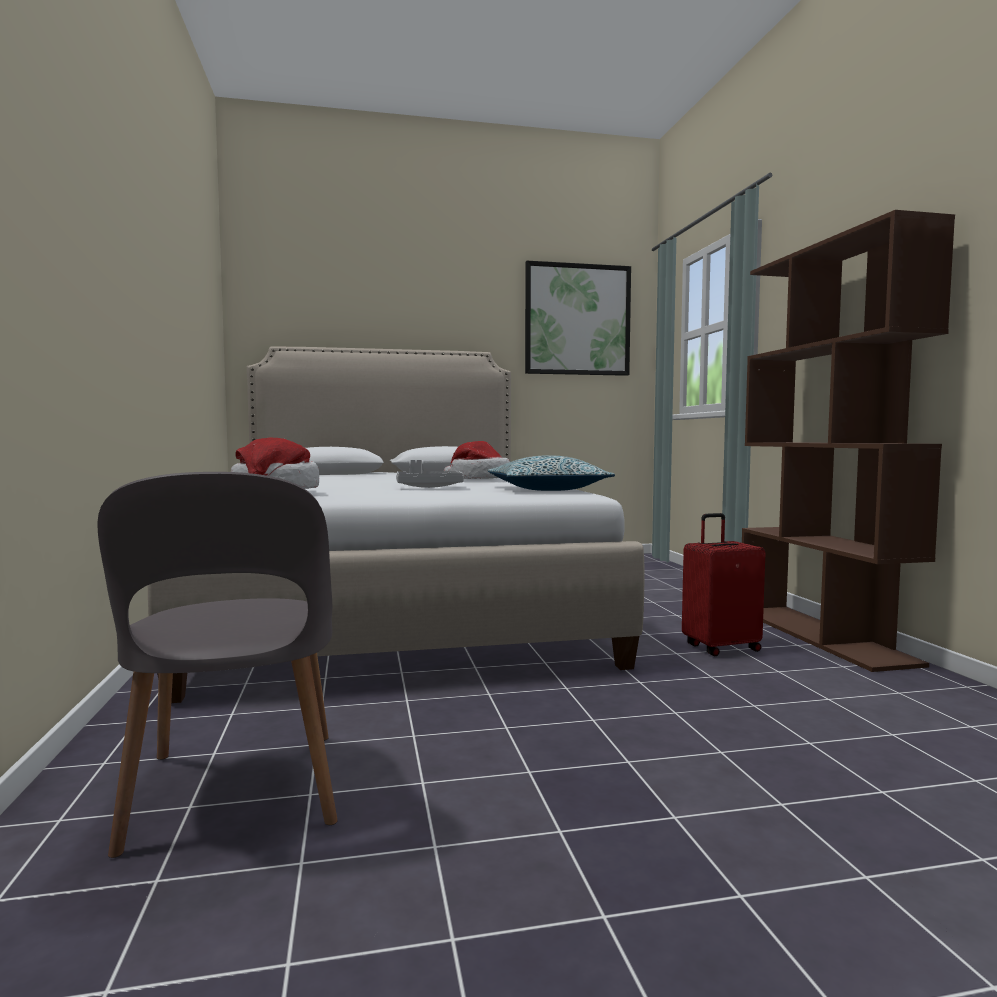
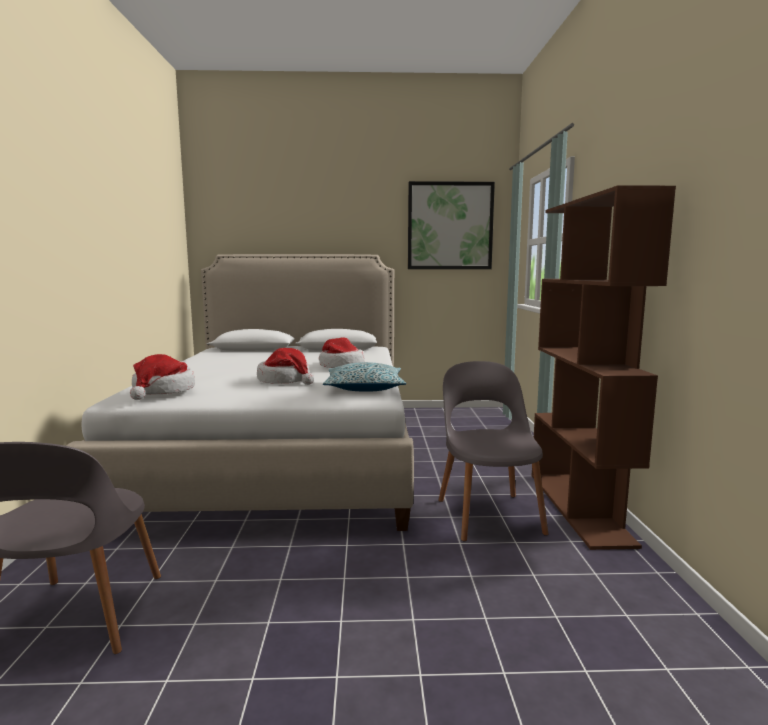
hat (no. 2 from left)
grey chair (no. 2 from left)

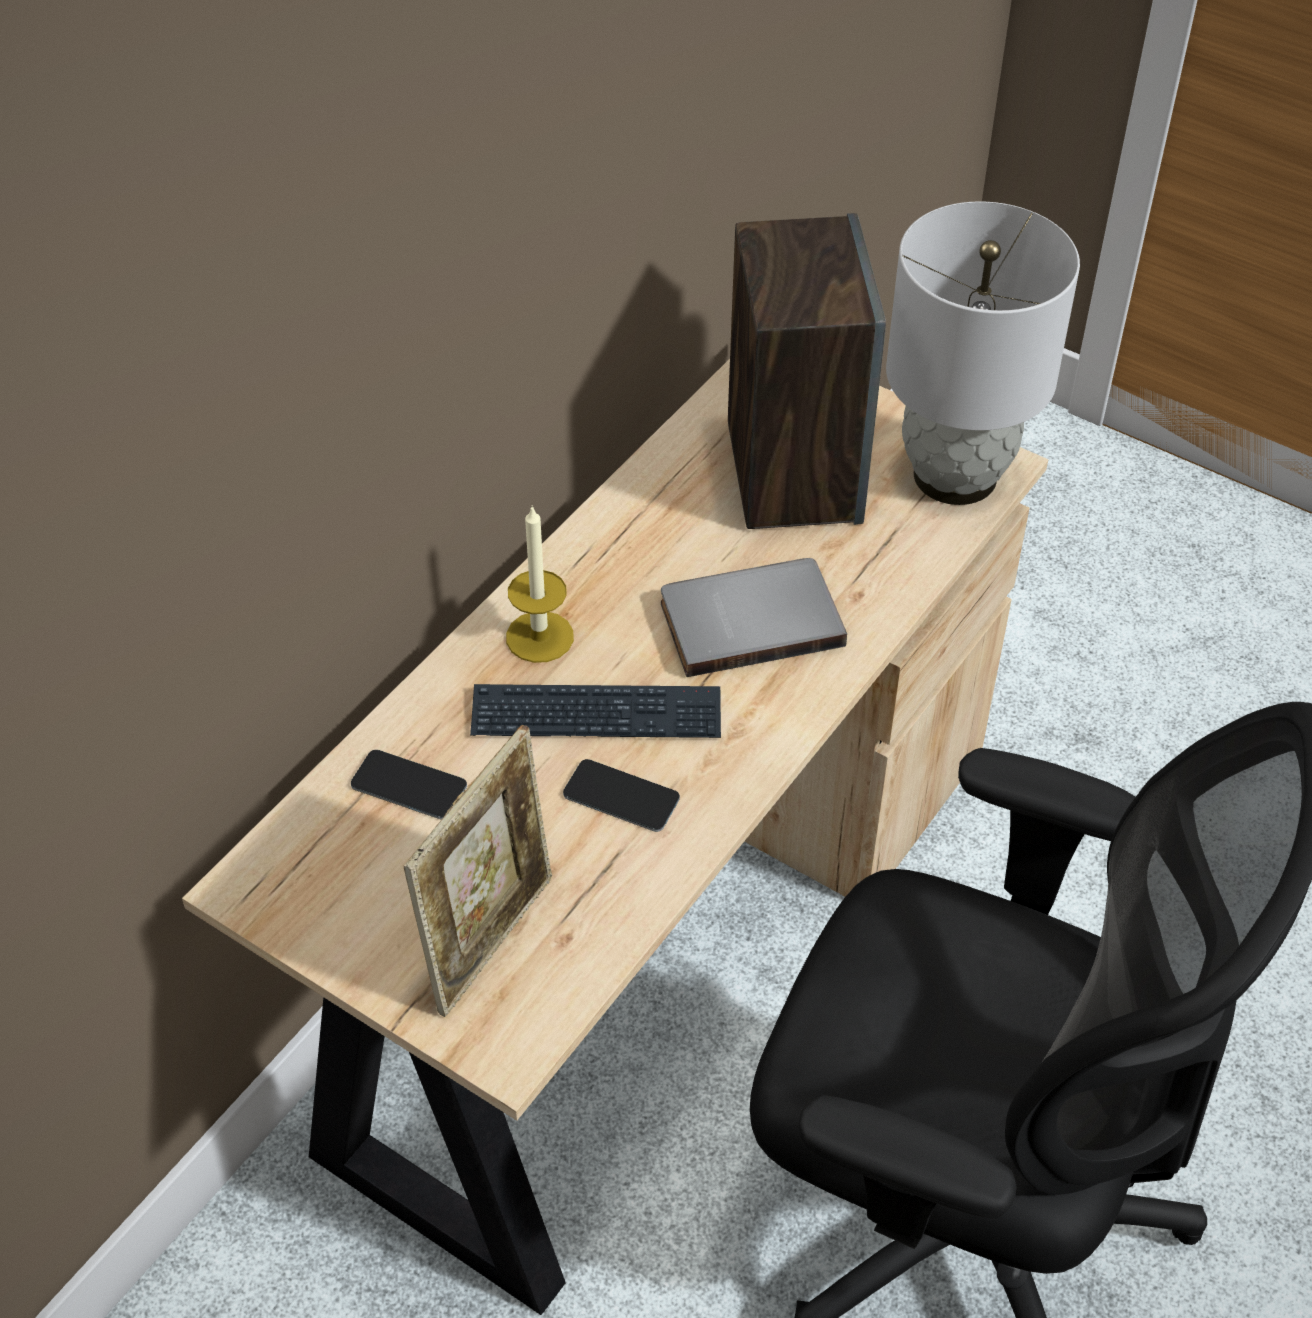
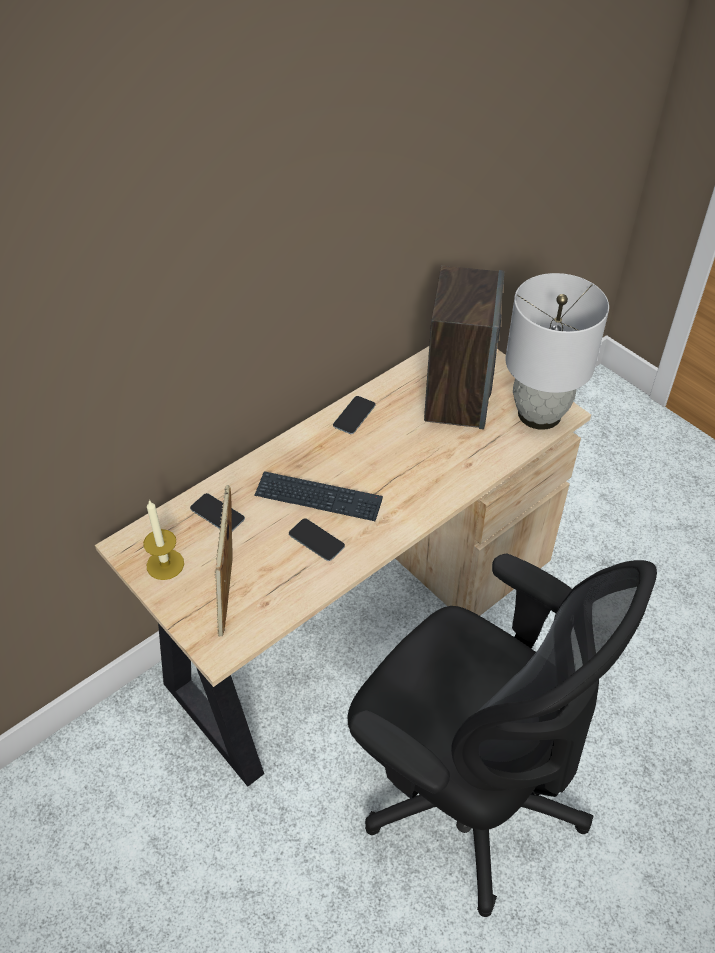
candle
picture frame
phone (no. 3 from left)
grey book

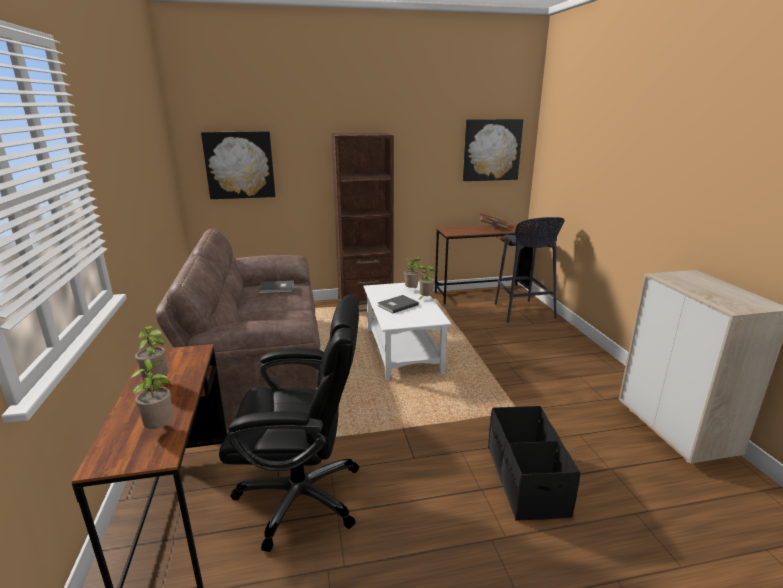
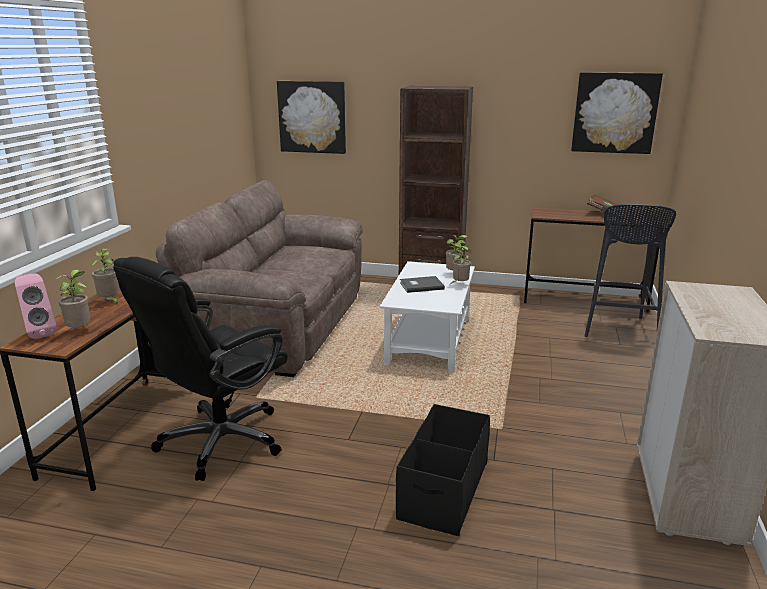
pink speaker
black office chair
grey book (no. 1 from left in the first image)

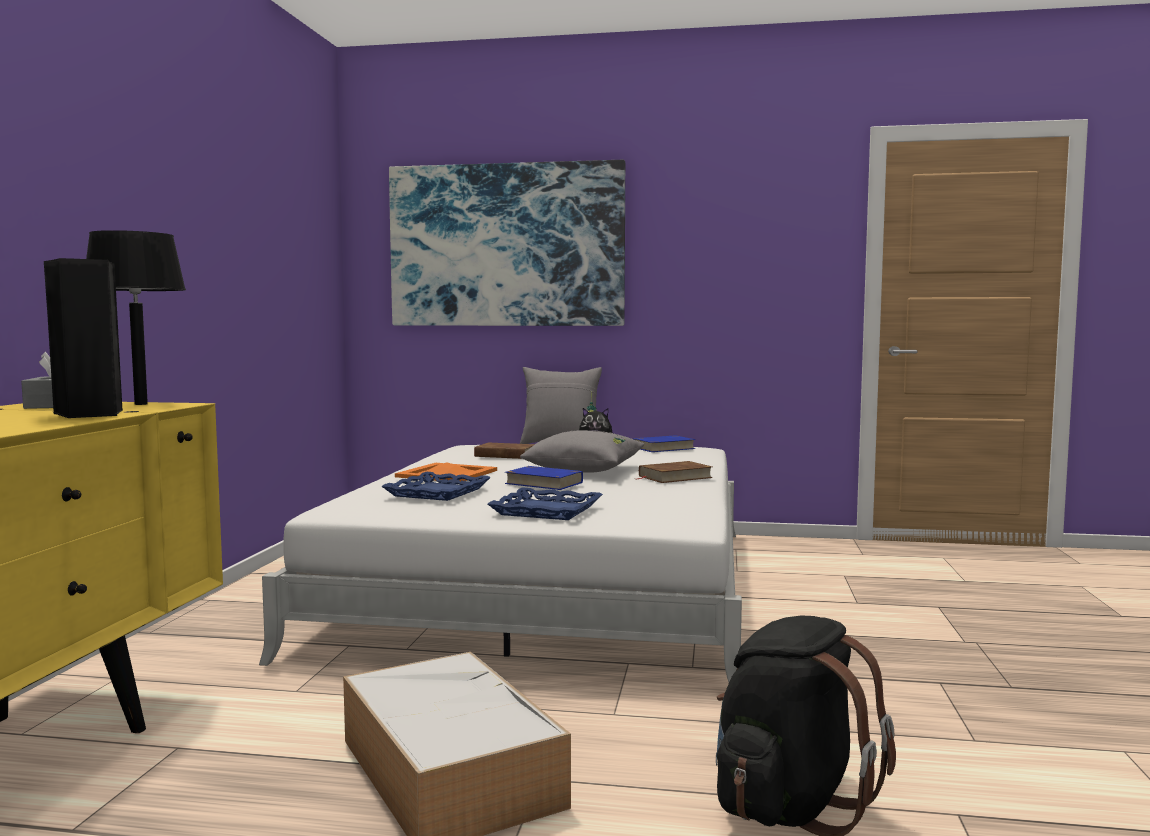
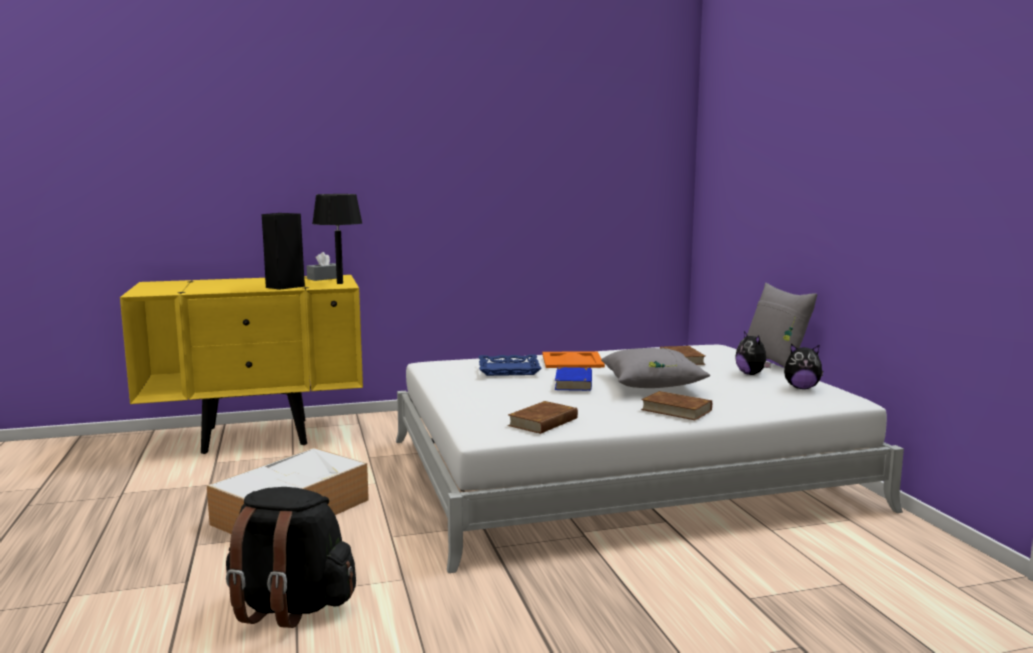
brown book (no. 1 from left)
plush toy (no. 2 from left)
picture
blue tray (no. 2 from left in the first image)

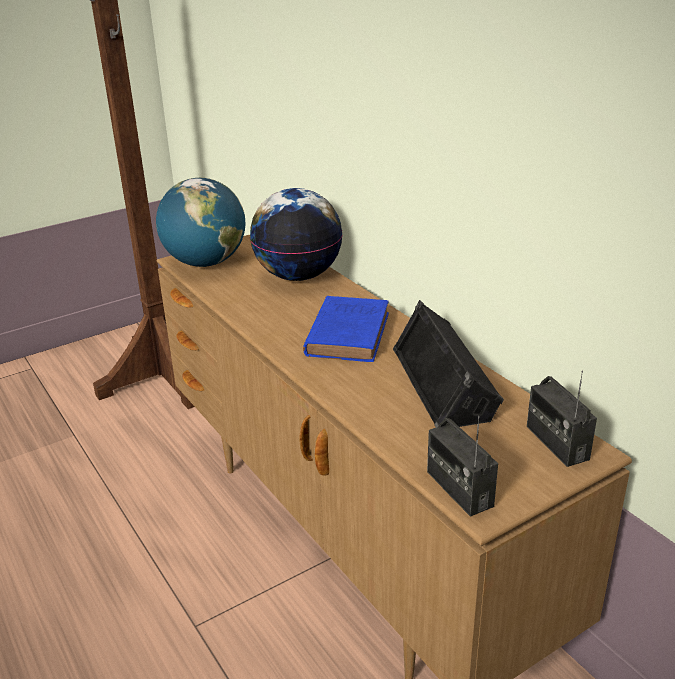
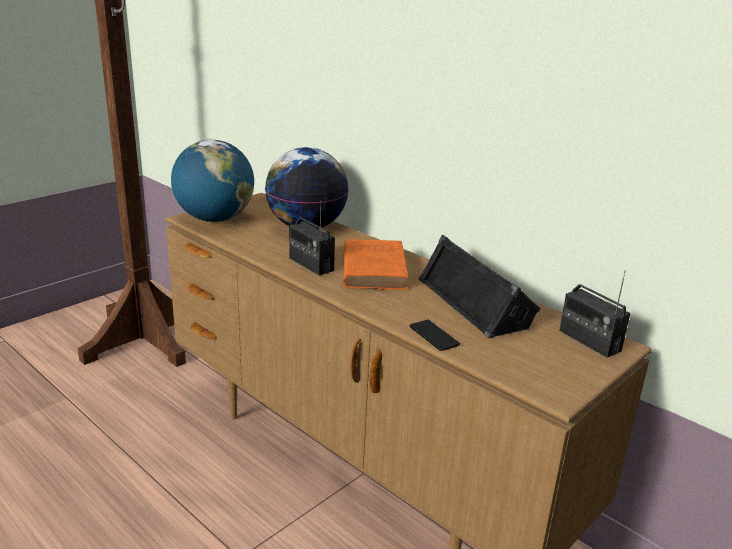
radio (no. 1 from left)
orange book
phone

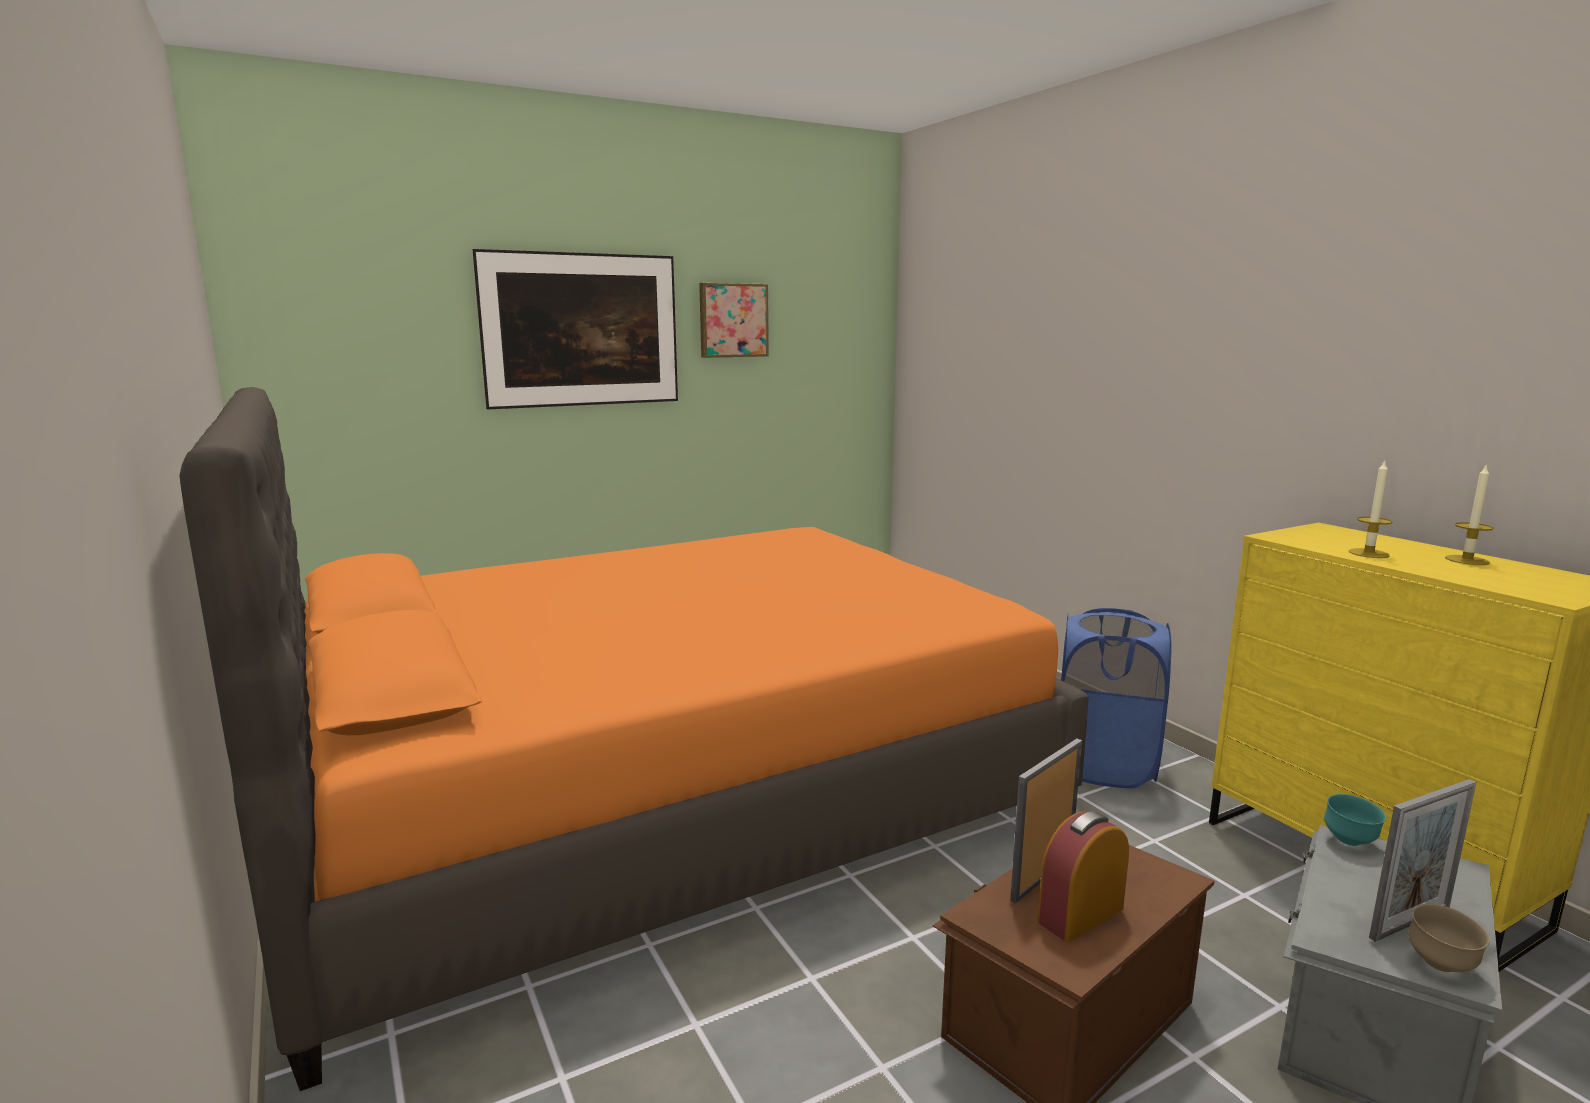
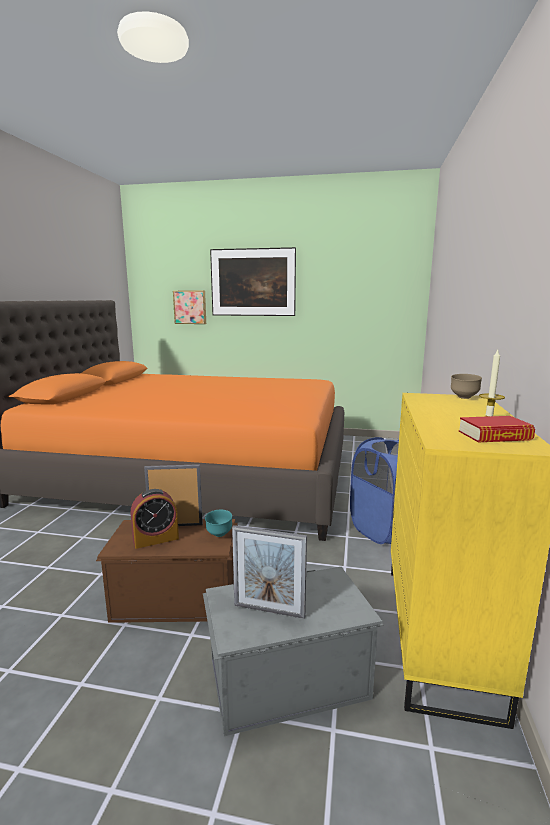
alarm clock
picture (no. 1 from left)
turquoise bowl
brown bowl
book
candle (no. 1 from left in the first image)

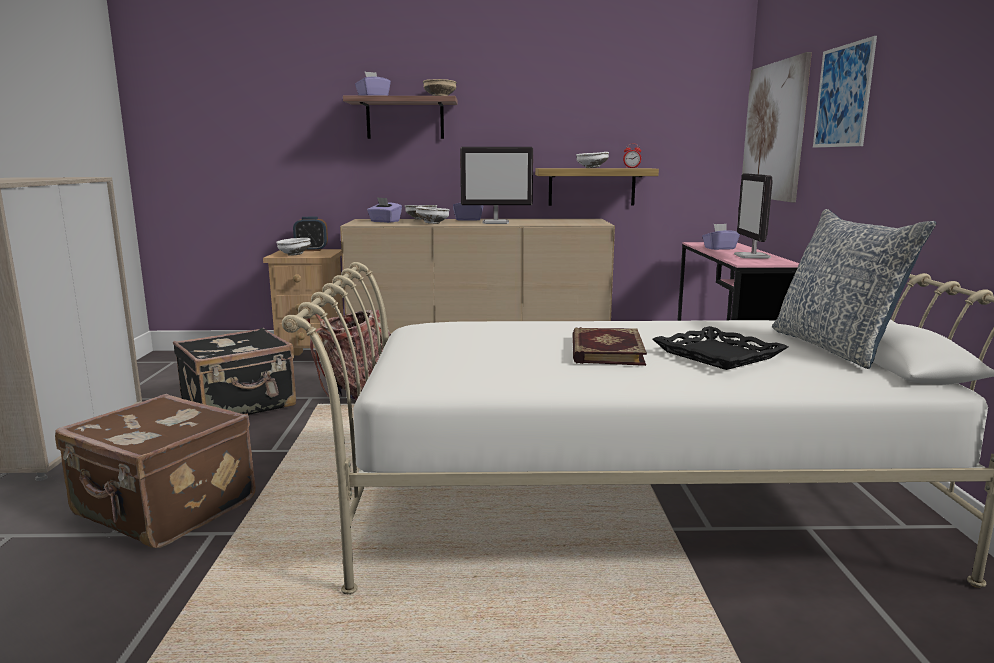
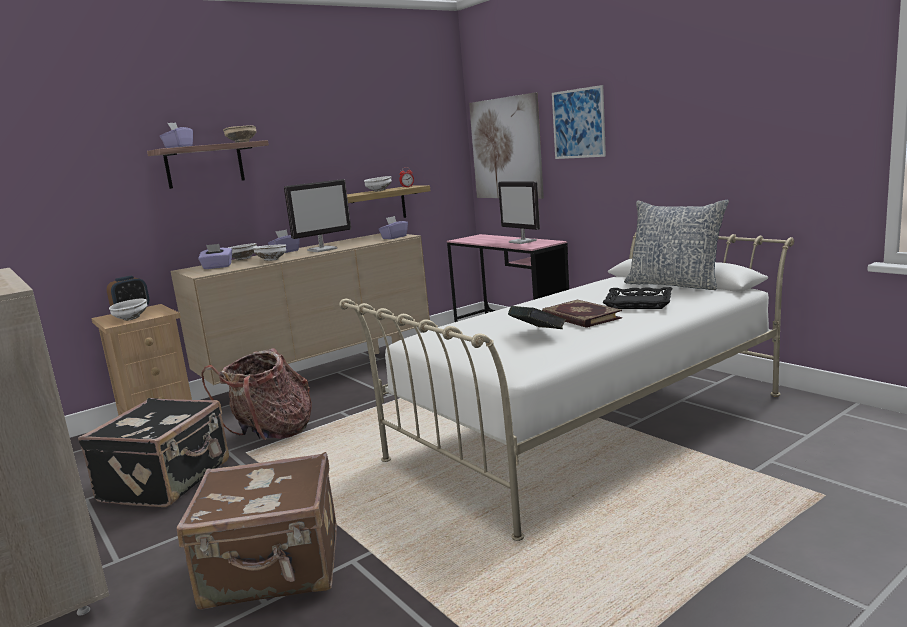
purple tissue box (no. 4 from left)
book (no. 1 from left)

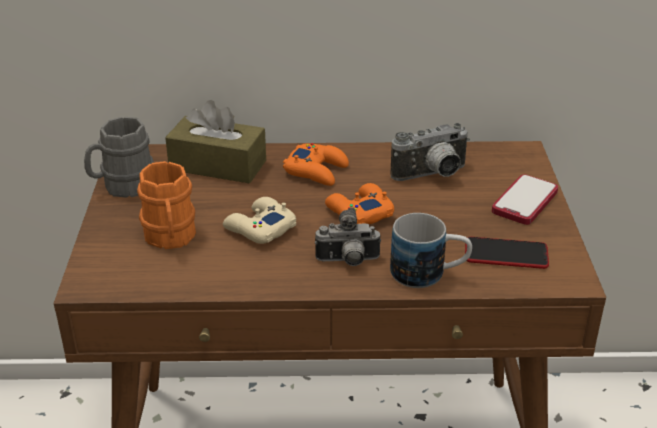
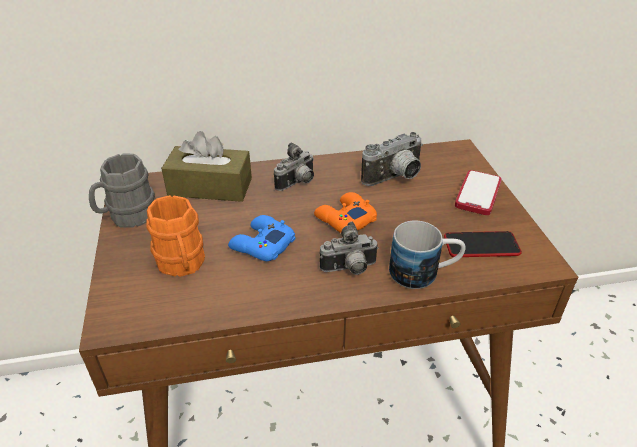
blue game controller
photo camera (no. 1 from left)

